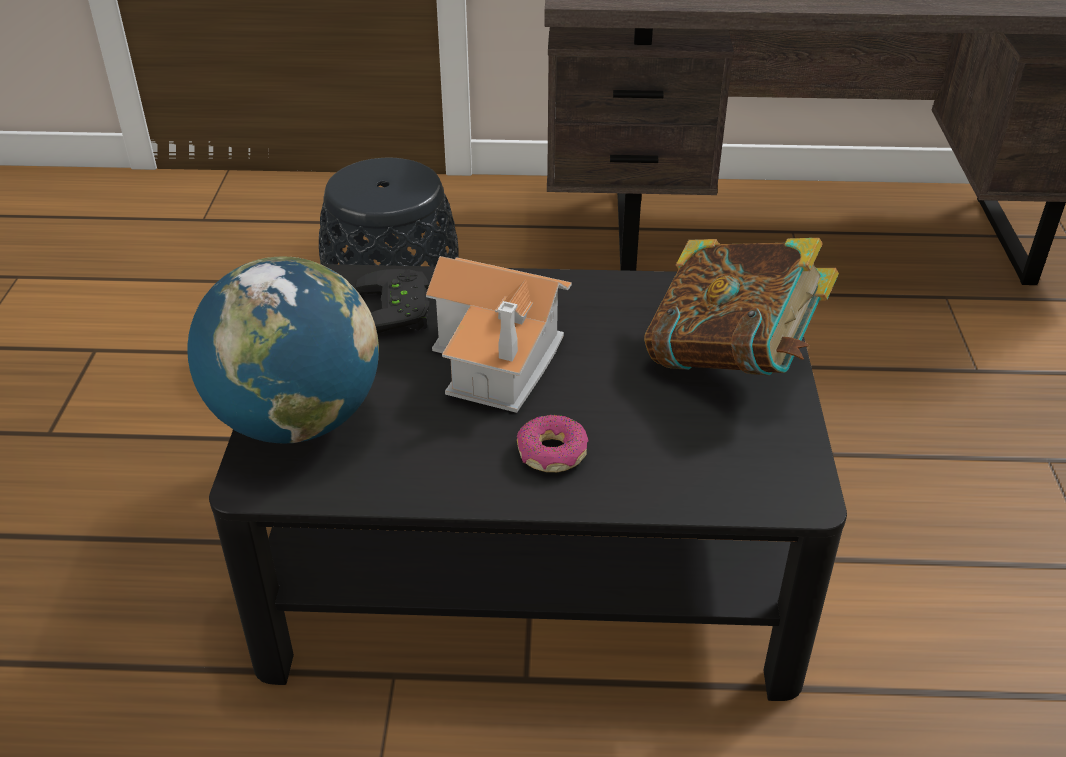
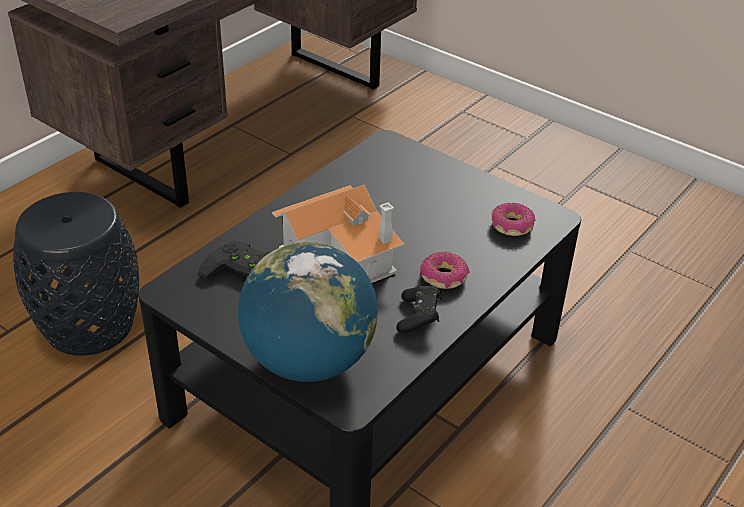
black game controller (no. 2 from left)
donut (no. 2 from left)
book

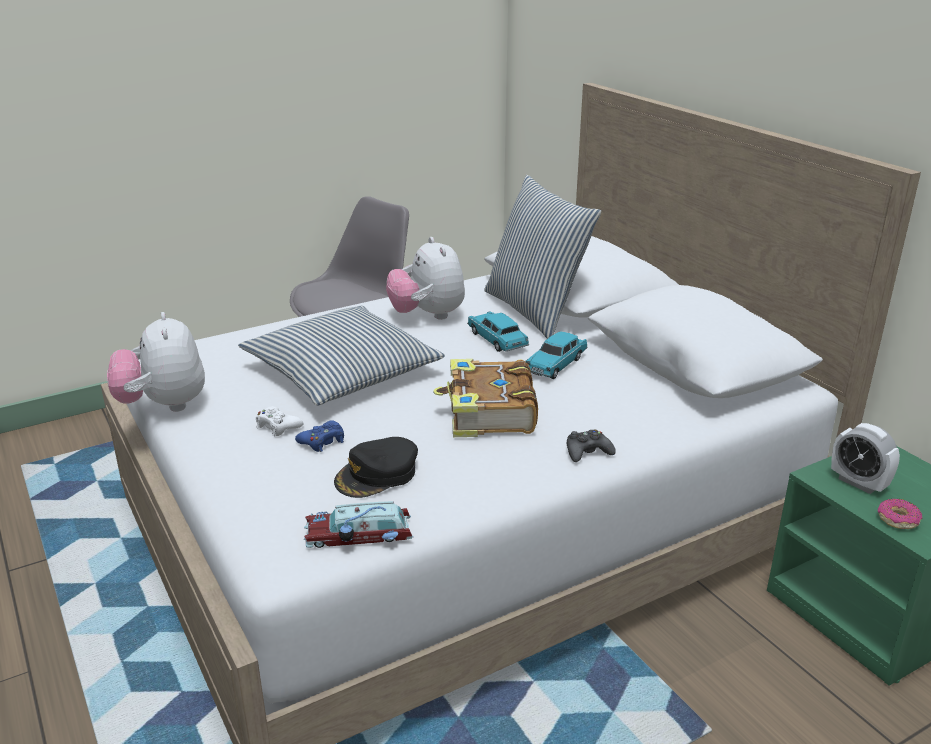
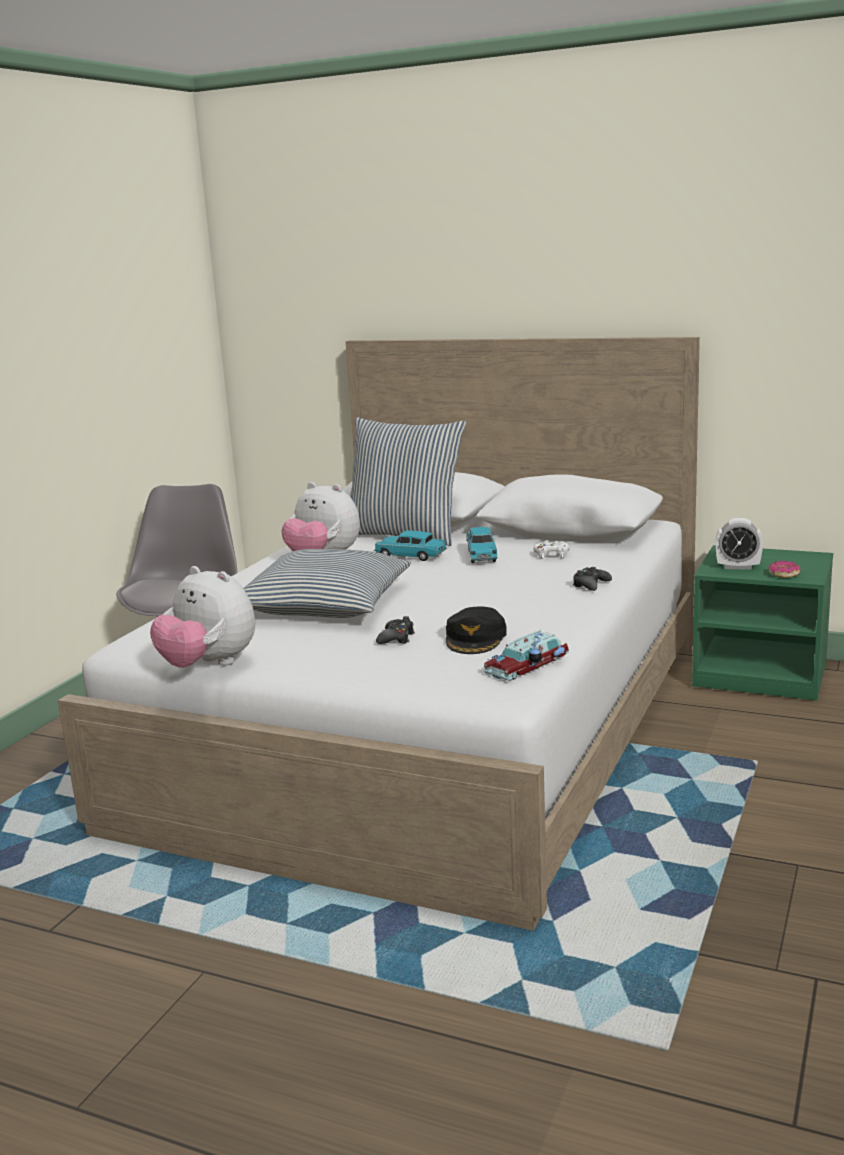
black game controller (no. 1 from left)
white game controller
book

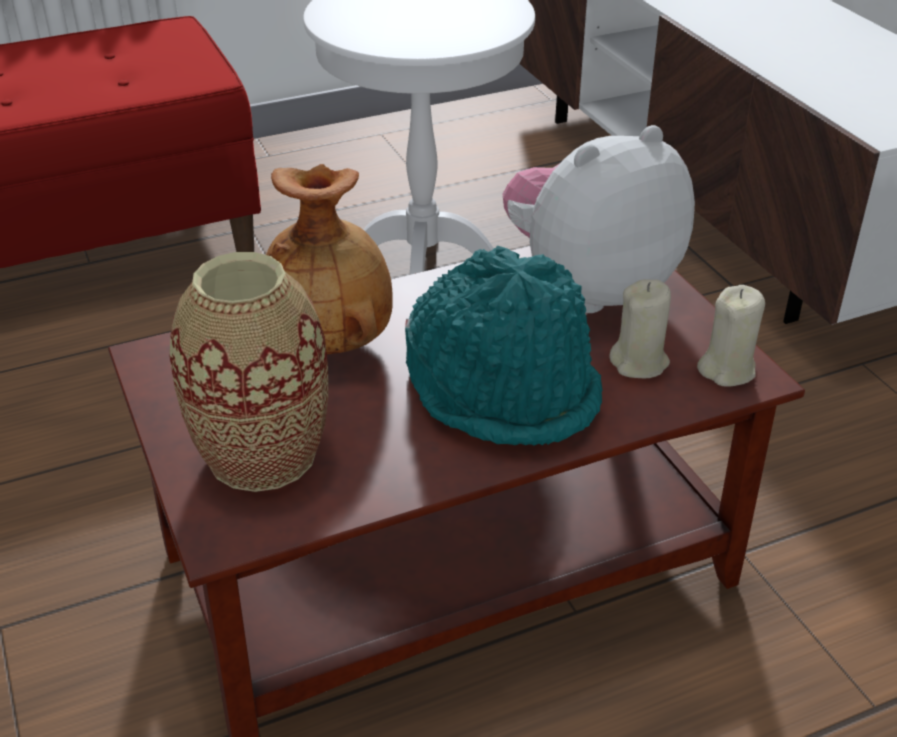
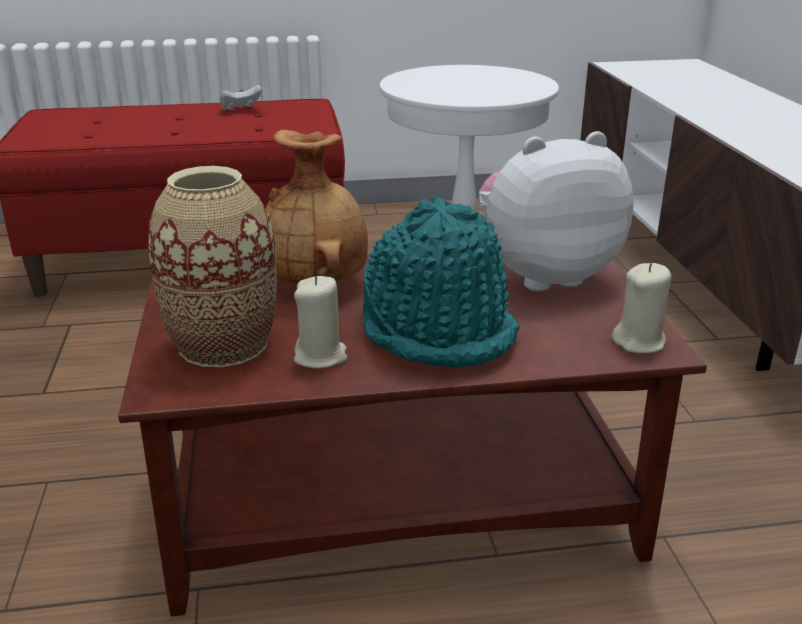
white game controller
beige candle (no. 1 from left)

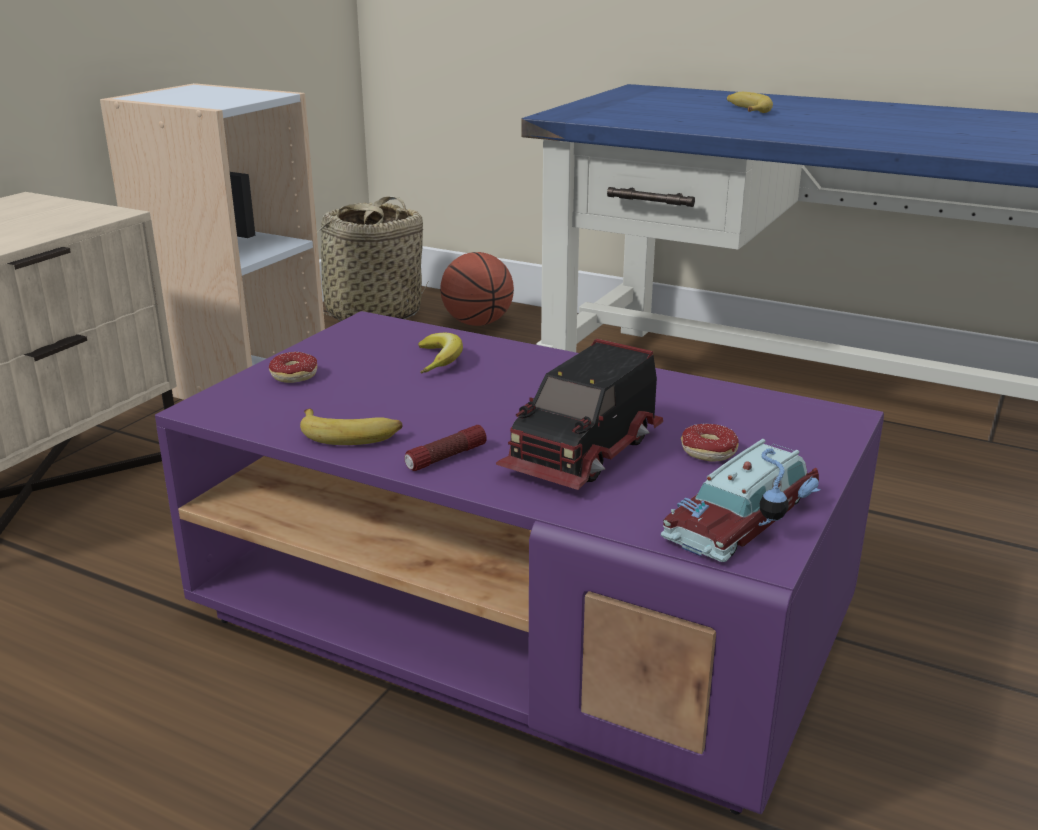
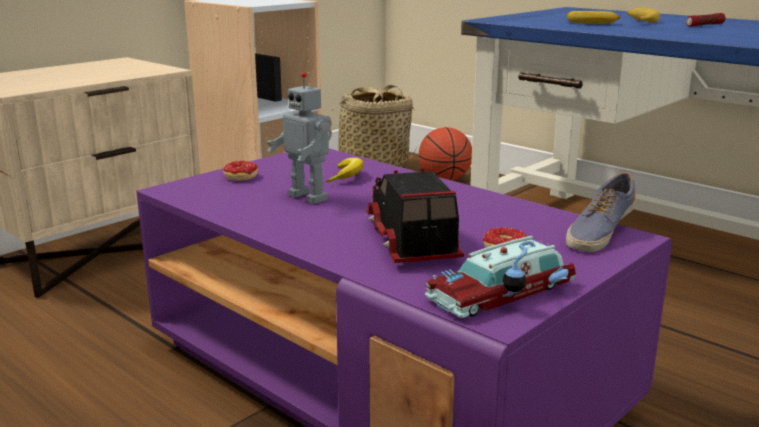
toy robot
toy truck
banana (no. 2 from left)
shoe
flashlight

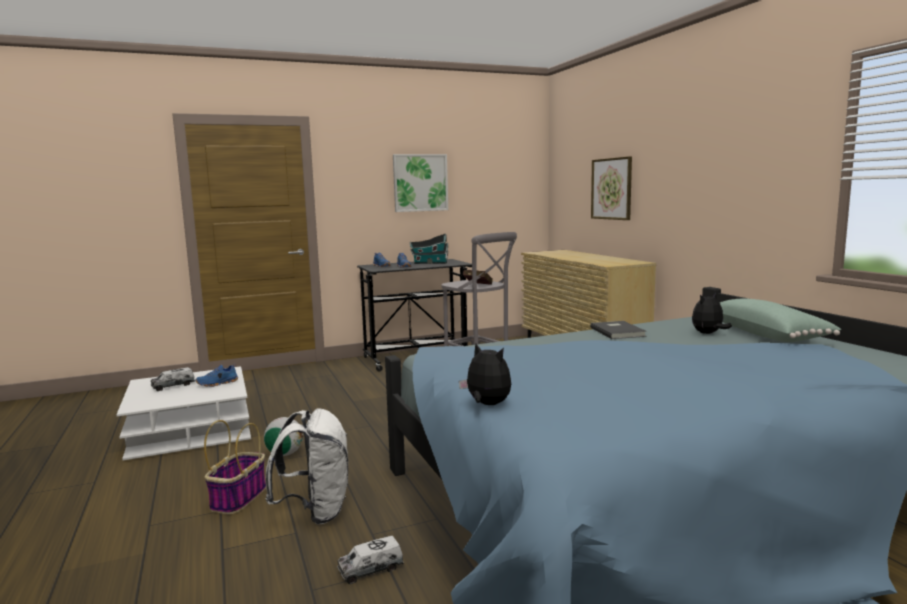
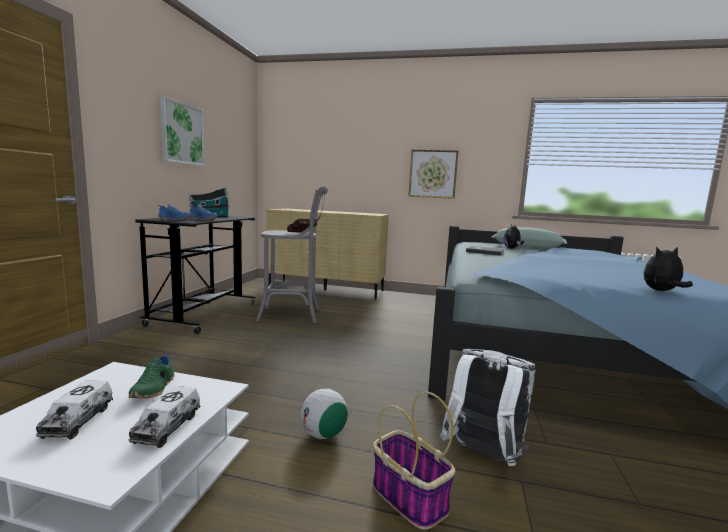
toy truck (no. 2 from left)
green shoe
picture (no. 2 from left)

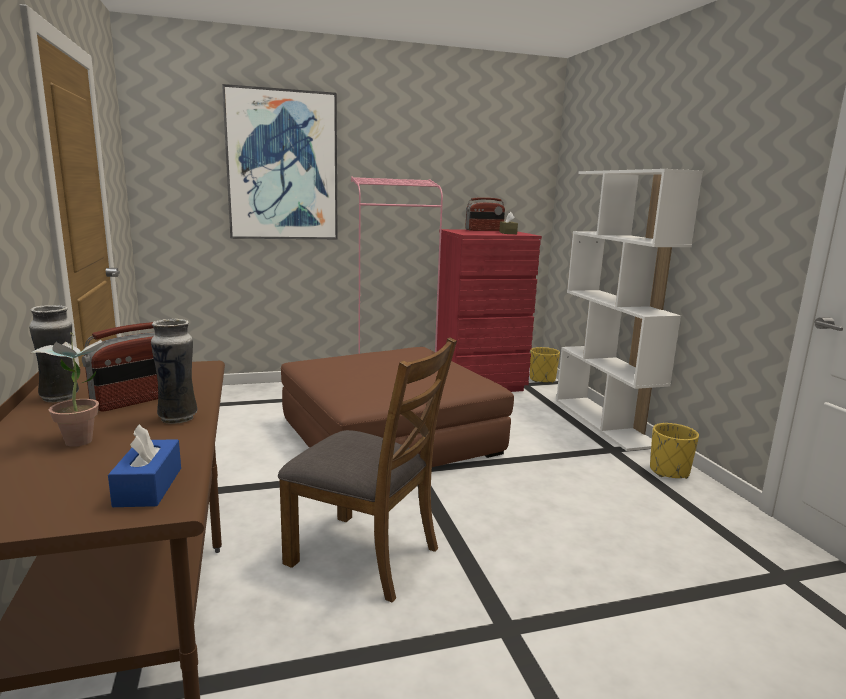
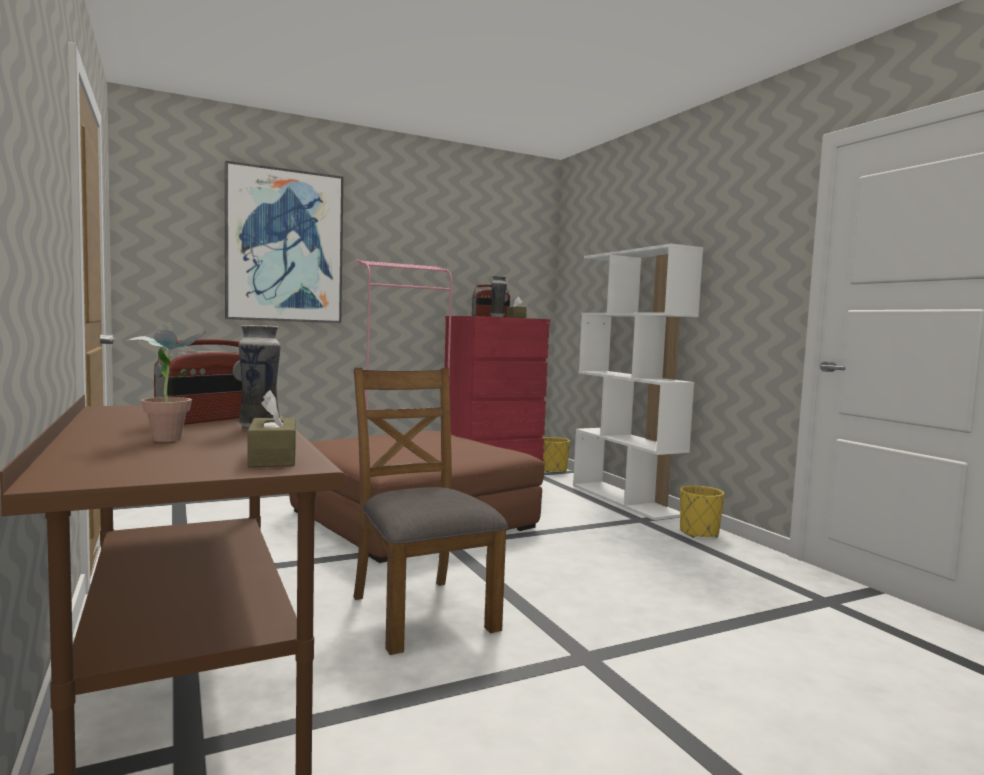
brown tissue box (no. 1 from left)
brown chair
vase (no. 2 from left)

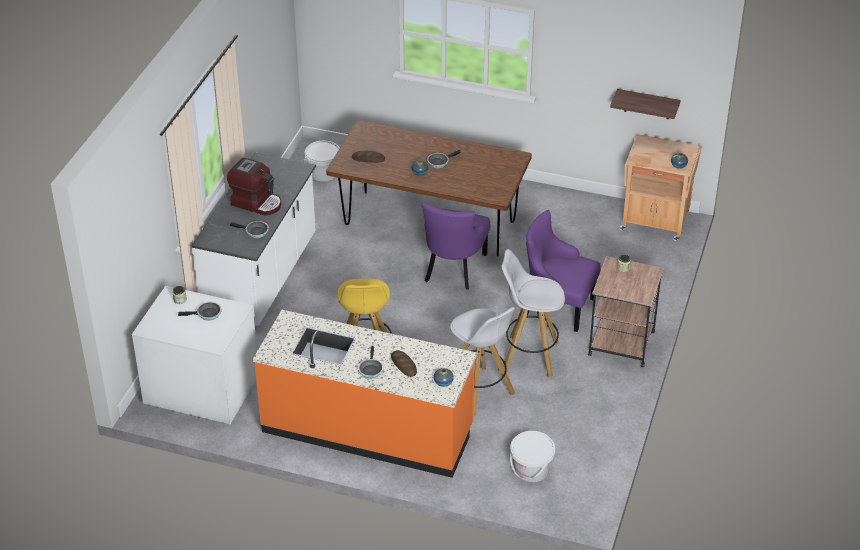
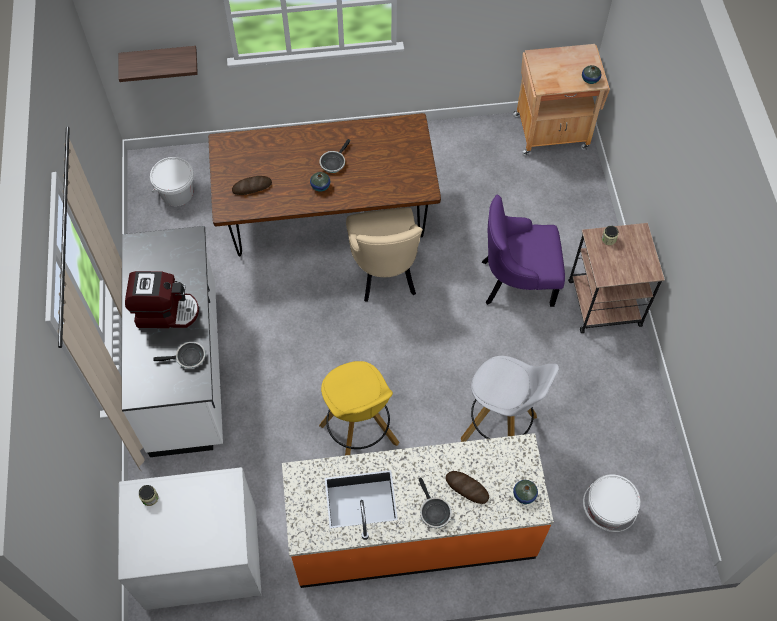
shelf
beige chair
frying pan (no. 1 from left in the first image)
white stool (no. 2 from left in the first image)

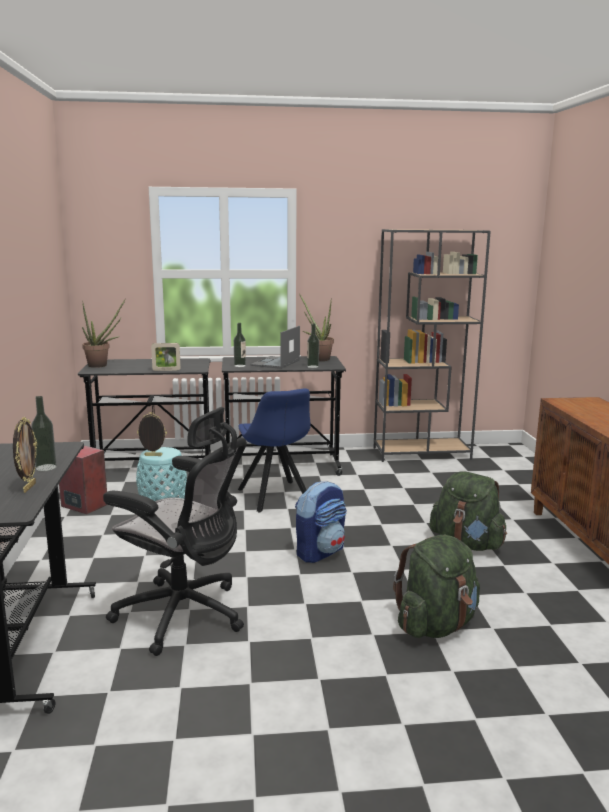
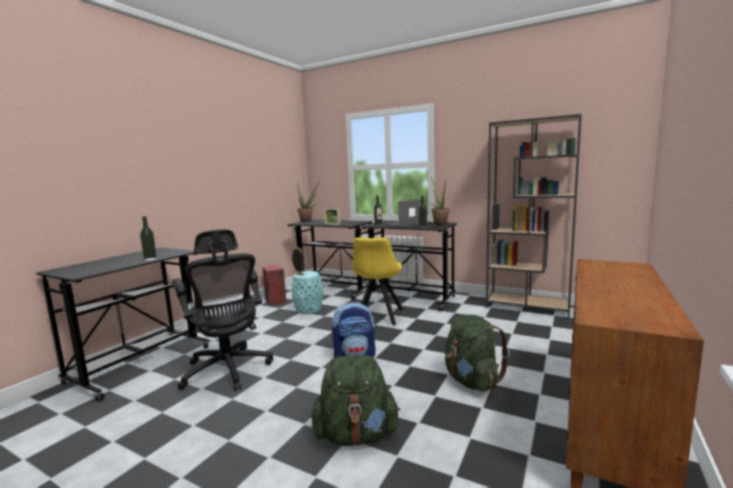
yellow chair
picture frame (no. 1 from left in the first image)

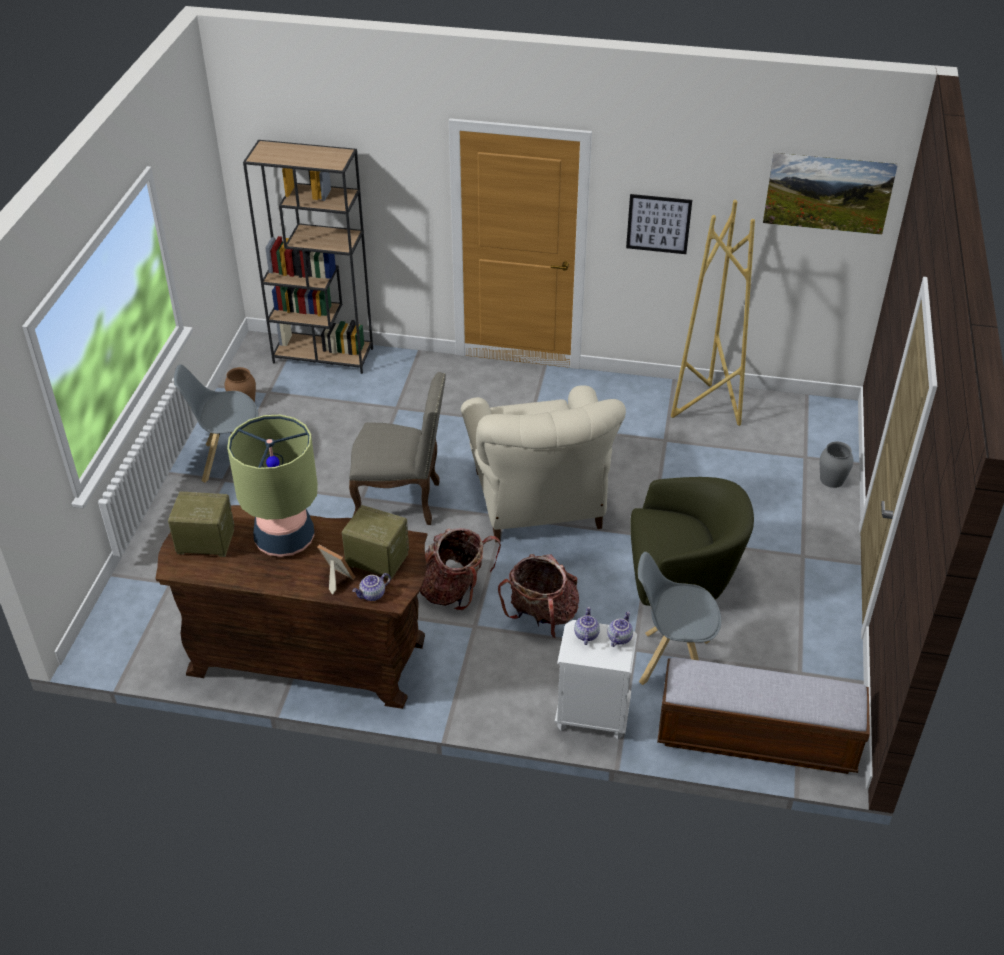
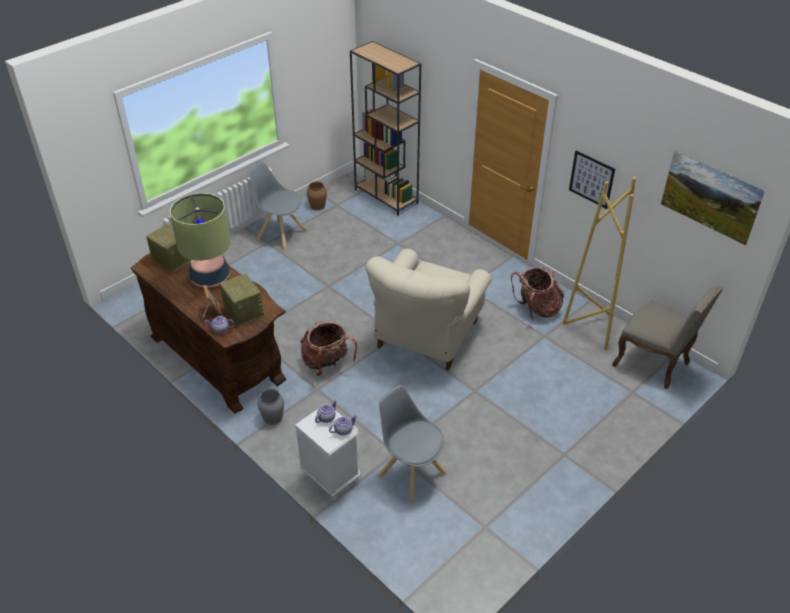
grey vase
backpack (no. 2 from left)
grey chair (no. 3 from left)
green armchair
bench

